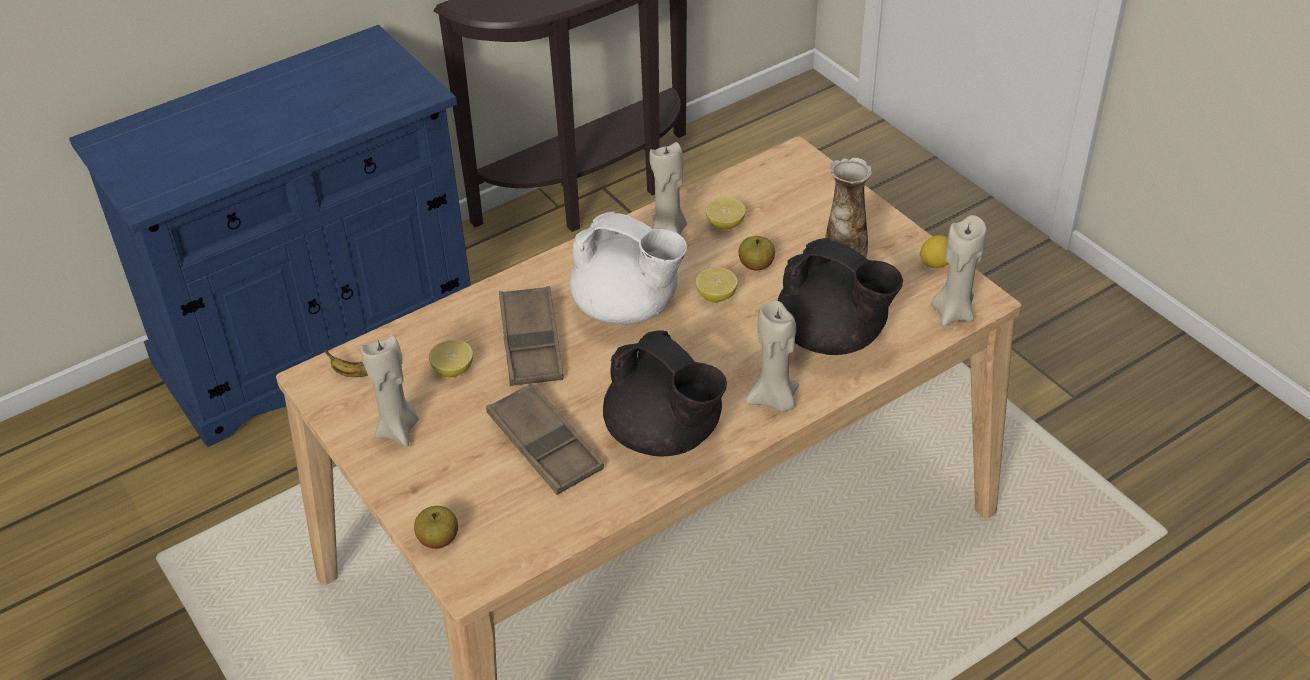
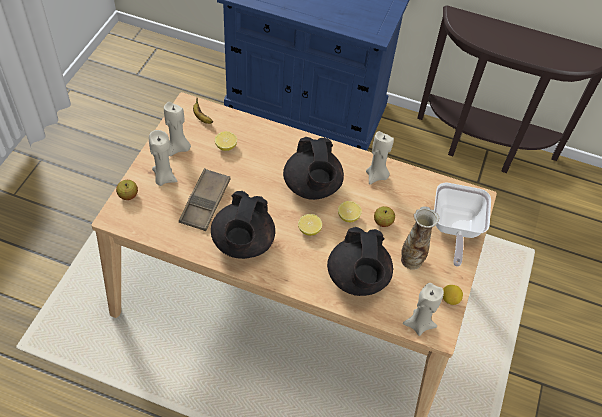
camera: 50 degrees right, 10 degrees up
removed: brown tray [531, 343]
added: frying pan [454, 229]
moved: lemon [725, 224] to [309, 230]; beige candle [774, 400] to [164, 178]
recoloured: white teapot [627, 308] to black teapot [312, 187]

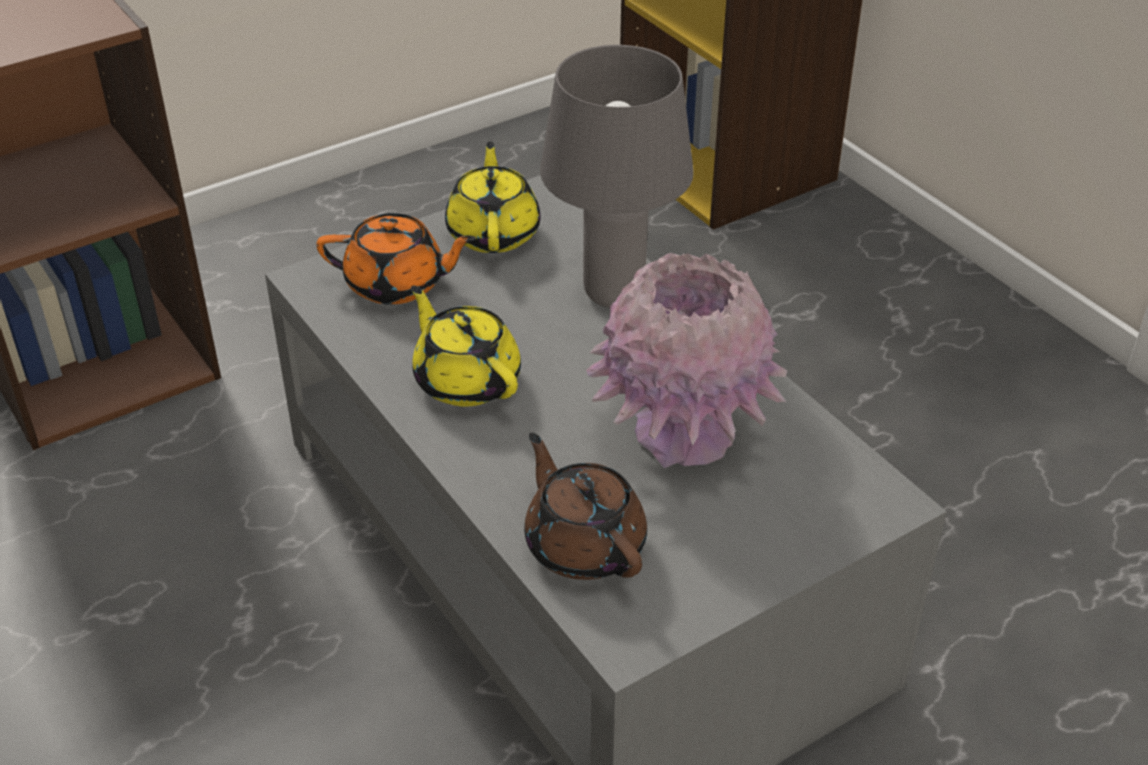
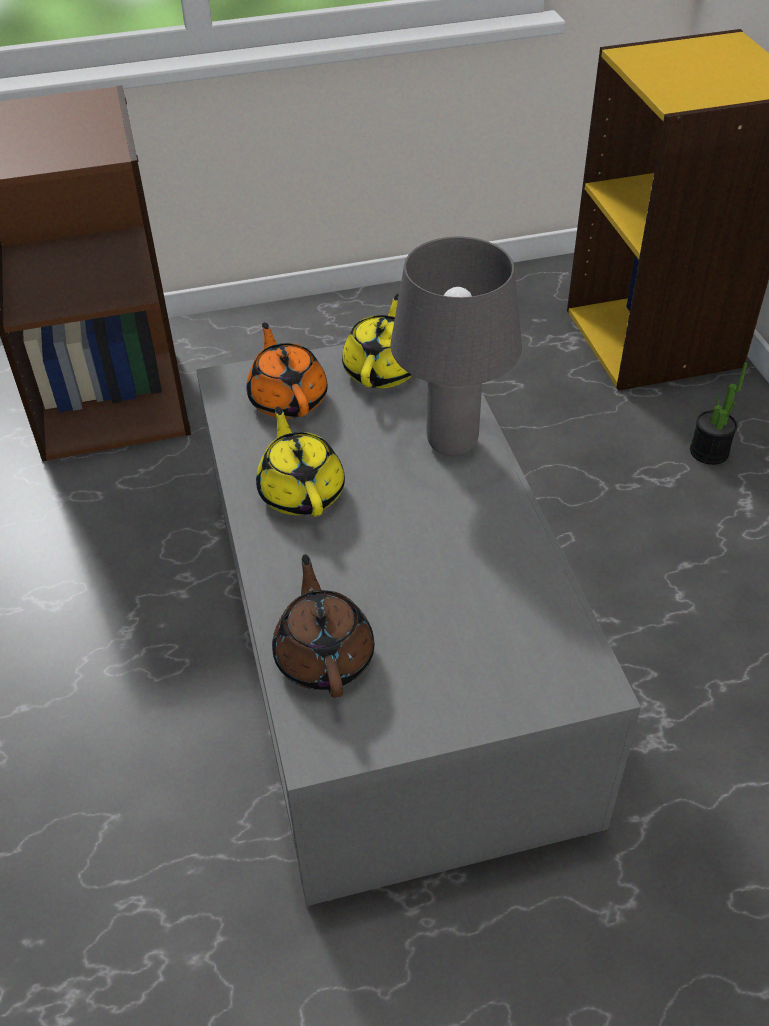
camera: 20 degrees right, 5 degrees up
removed: pink vase [683, 434]
added: potted plant [709, 452]
turned: orange teapot [397, 284] = [288, 399] 135 degrees counterclockwise

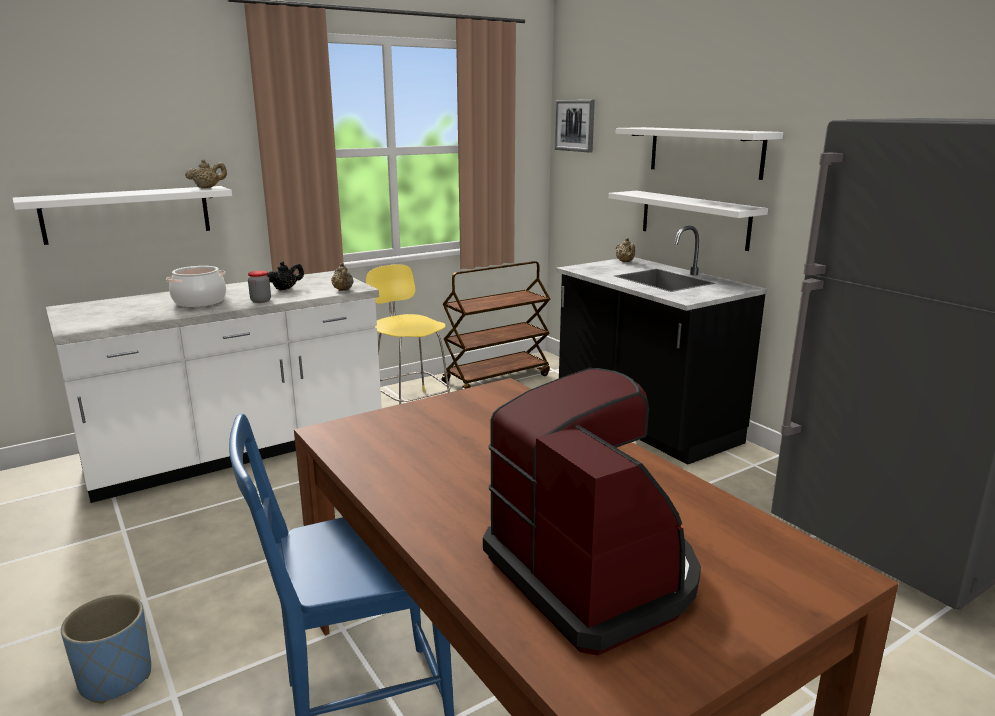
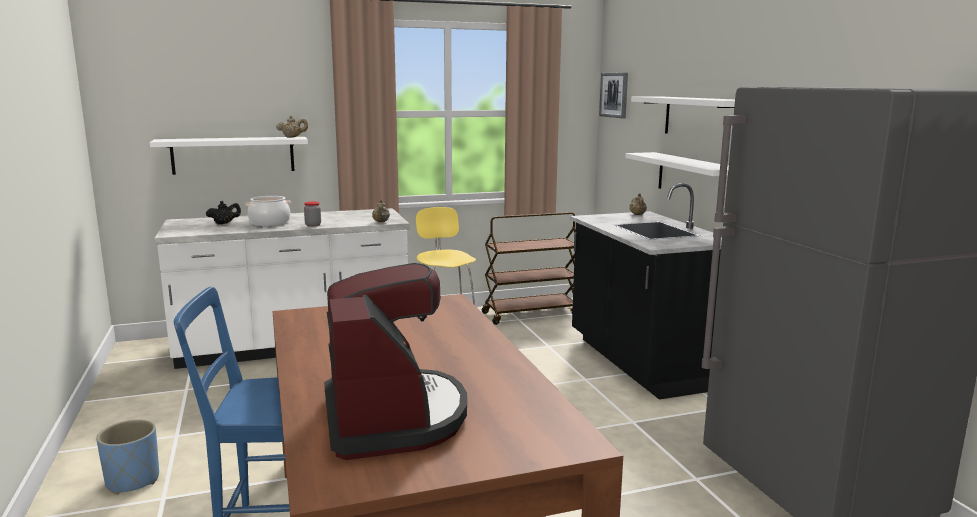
camera: 15 degrees right, 5 degrees down
moved: black teapot [285, 289] to [224, 223]

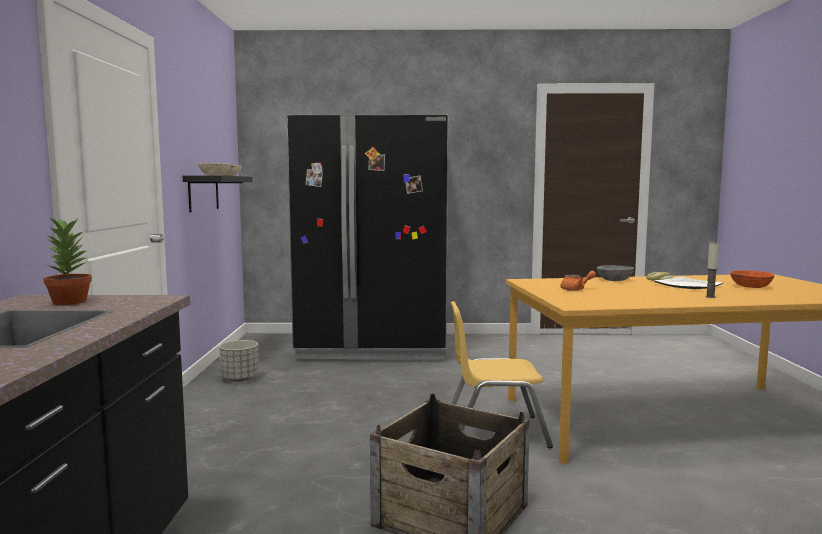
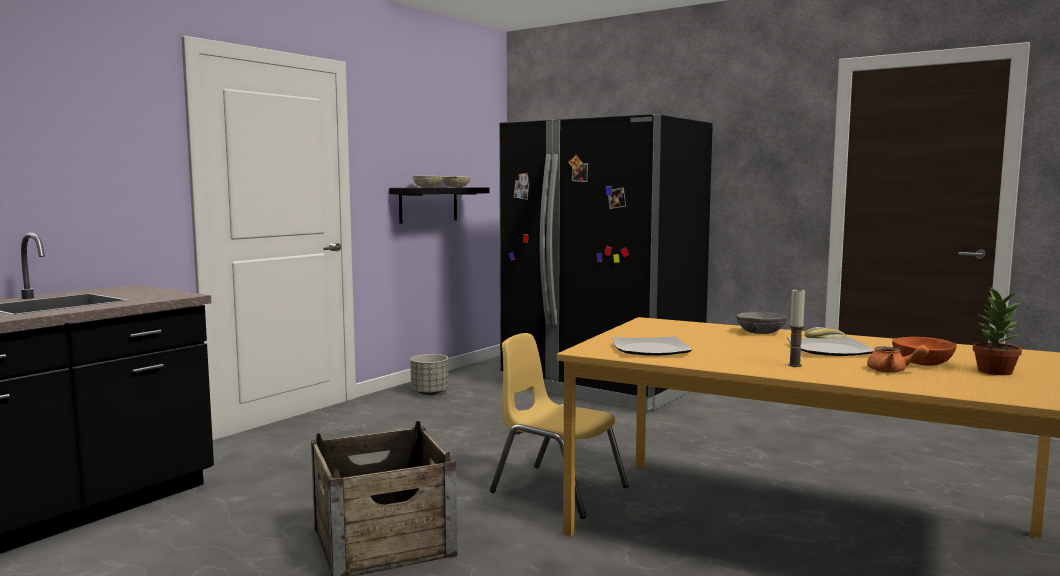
camera: 35 degrees right, 0 degrees up
added: plate [651, 349]
moved: potted plant [69, 302] to [994, 371]; orange teapot [576, 289] to [893, 371]

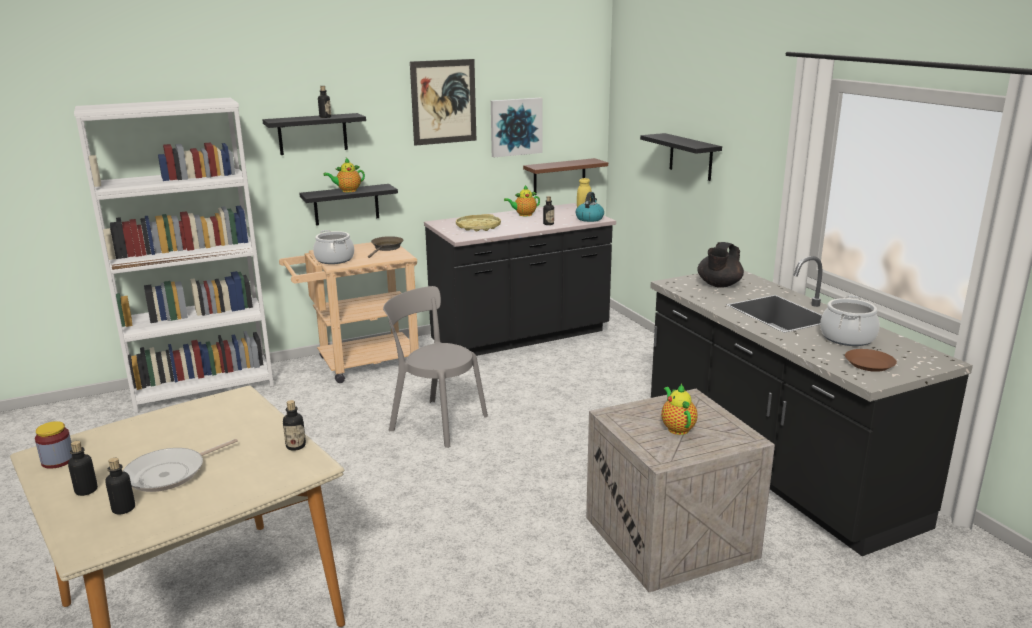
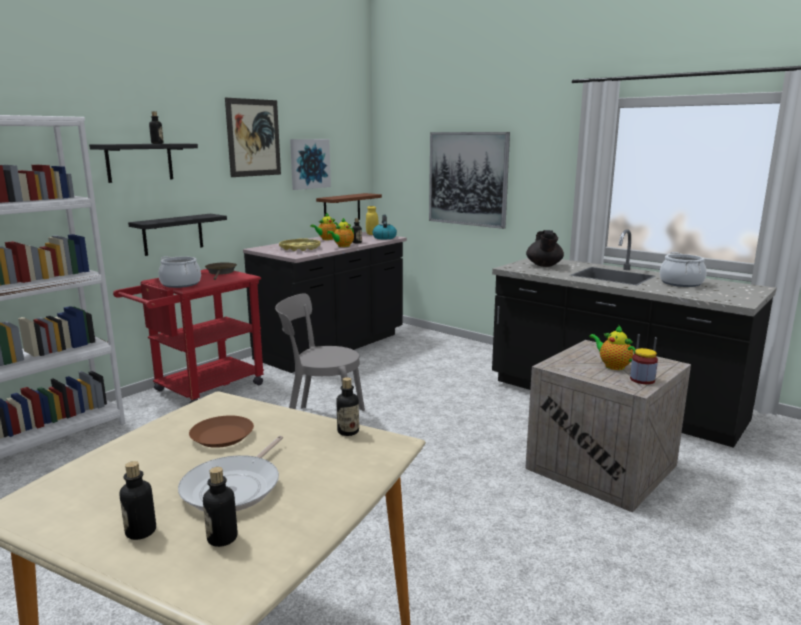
camera: 25 degrees left, 5 degrees down
moved: jar [58, 460] to [642, 380]; teapot [347, 191] to [342, 246]; brown plate [869, 364] to [222, 437]
replaced: black shelf [691, 157] to picture [468, 179]
recoloured: beige cart [359, 364] to red cart [201, 390]

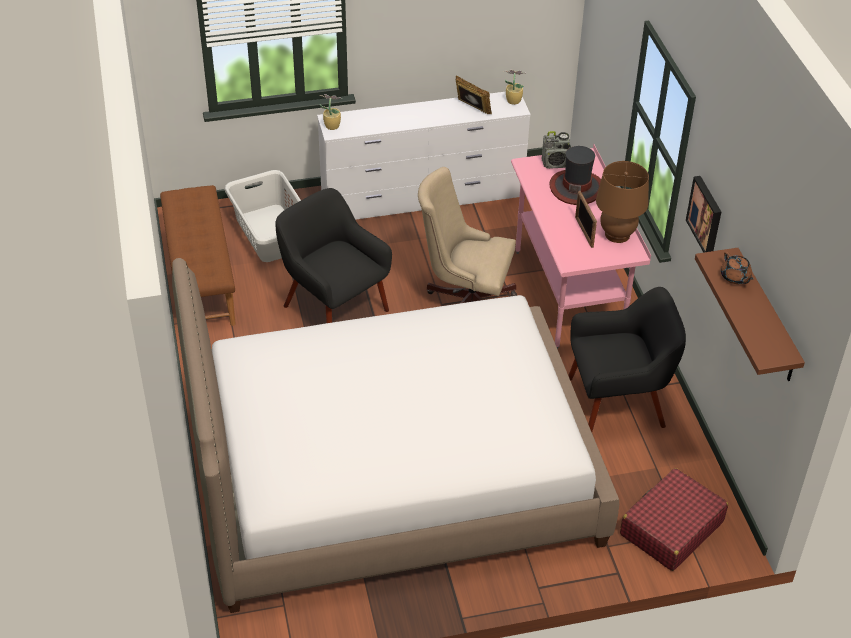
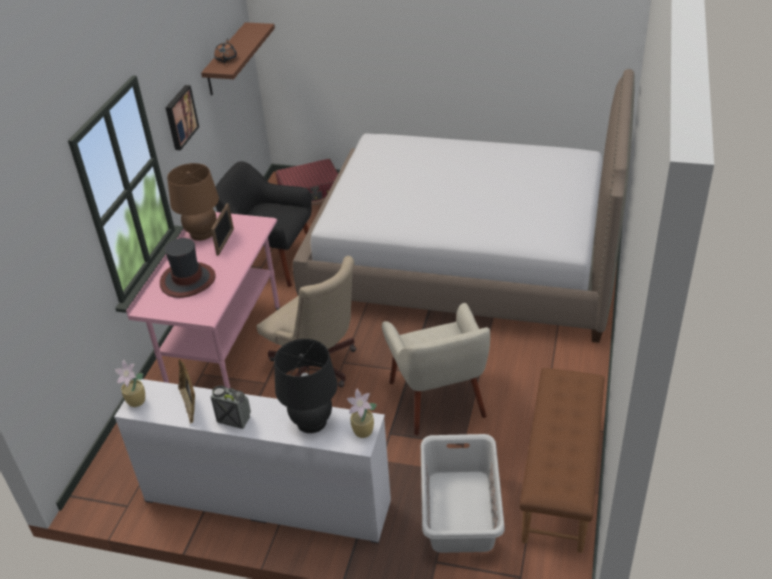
camera: 150 degrees left, 5 degrees down
added: black table lamp [311, 422]
moved: radio [555, 163] to [234, 419]
recoloured: black armchair [334, 308] to beige armchair [438, 399]

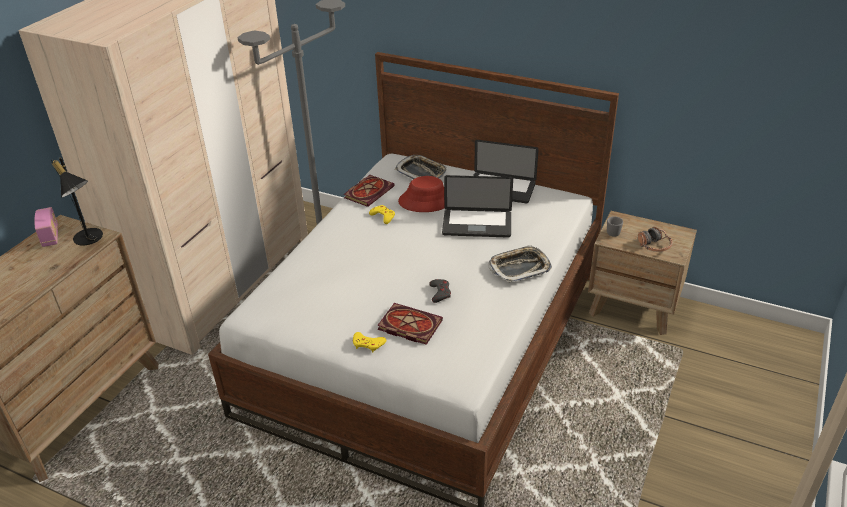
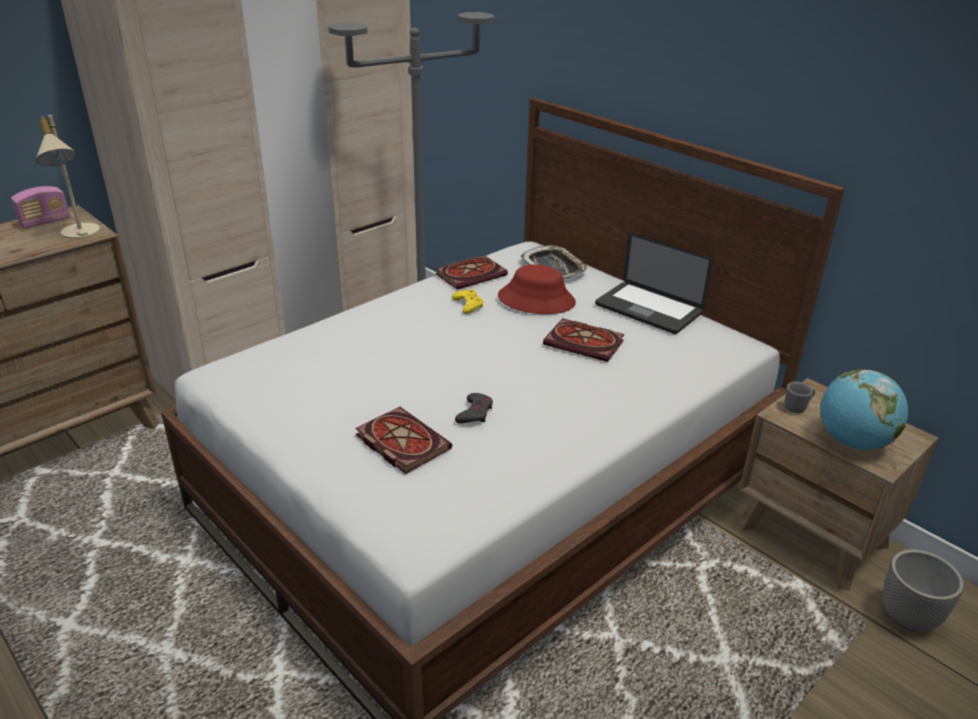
camera: 20 degrees right, 5 degrees down
removed: yellow game controller [368, 344]; tray [519, 267]
added: planter [908, 618]
replaced: laptop [477, 224] to book [586, 343]; headphones [654, 246] to globe [853, 442]
recoloured: black table lamp [90, 239] to beige table lamp [79, 234]
turned: radio [51, 236] = [45, 222] 45 degrees clockwise

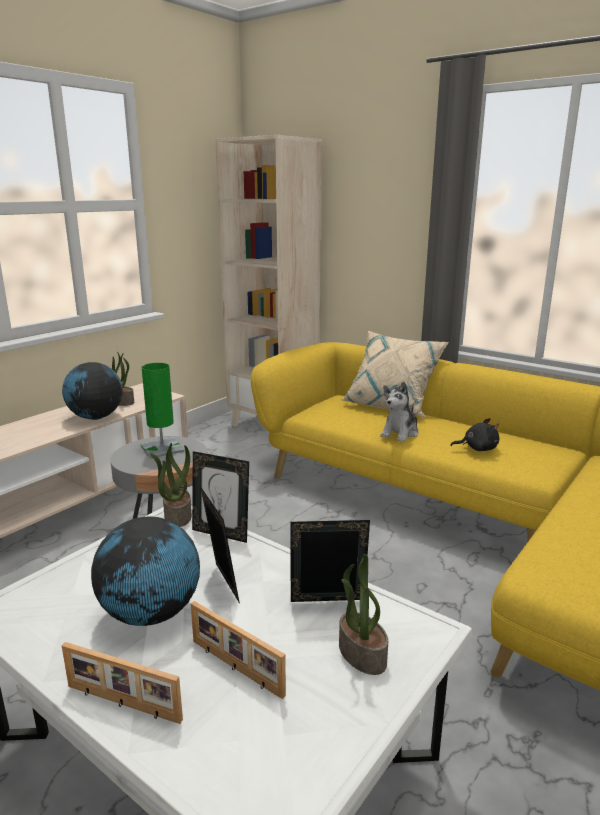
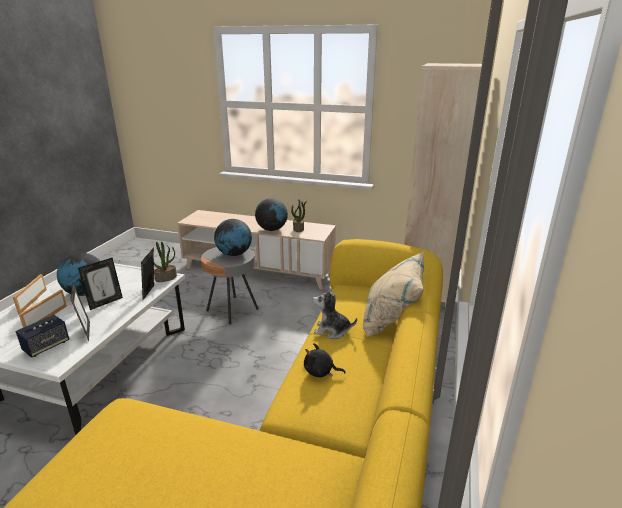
camera: 70 degrees right, 5 degrees up
replaced: green table lamp [162, 449] to globe [234, 254]; potted plant [361, 654] to speaker [46, 346]
turned: black plush toy [477, 448] = [320, 372] 120 degrees clockwise

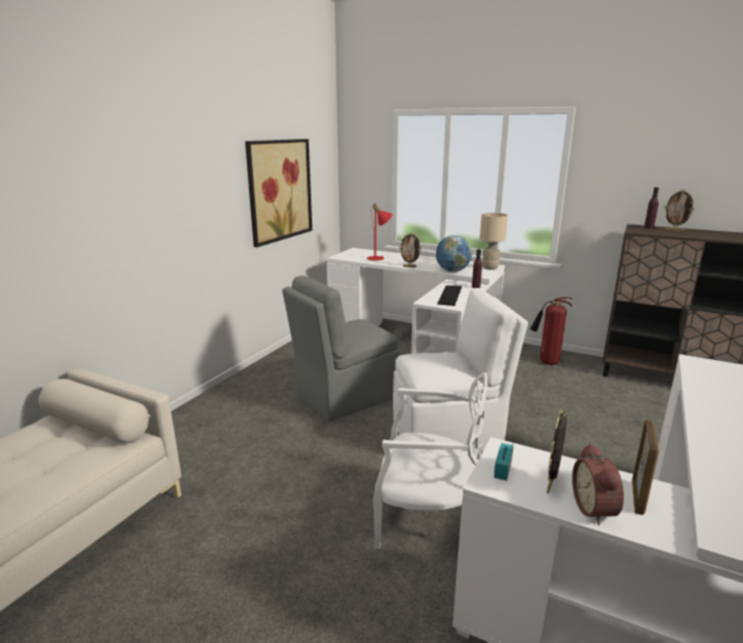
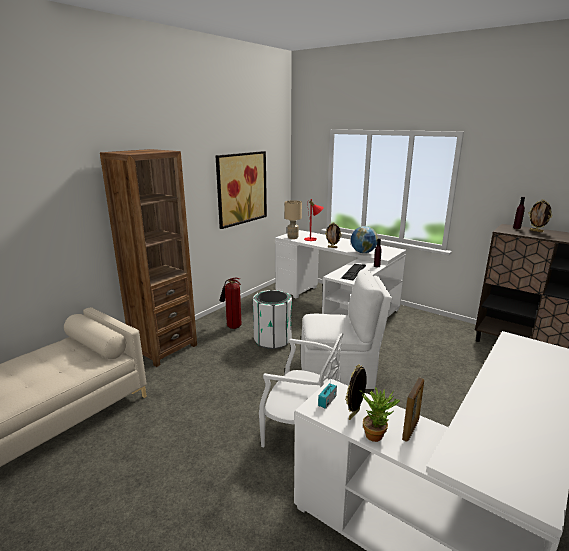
camera: 10 degrees right, 0 degrees up
added: brown bookcase [164, 348]
moved: beige table lamp [490, 268] to [293, 238]; fire extinguisher [546, 362] to [232, 326]
replaced: grey chair [344, 397] to white trash can [272, 340]; alarm clock [596, 509] to potted plant [376, 434]

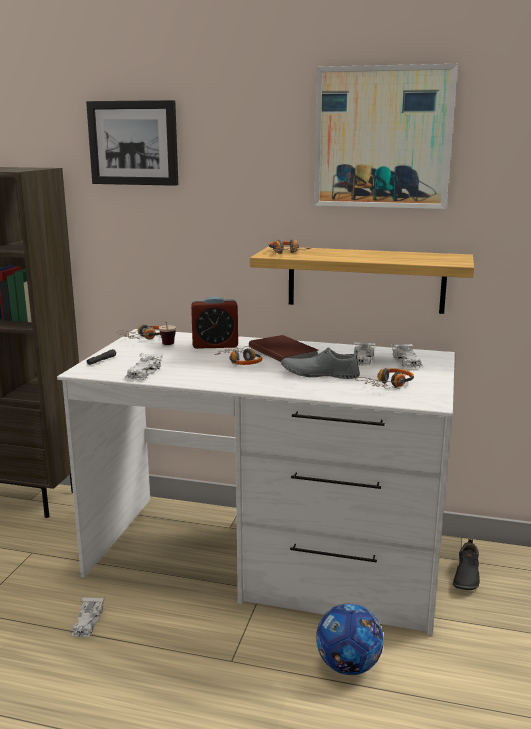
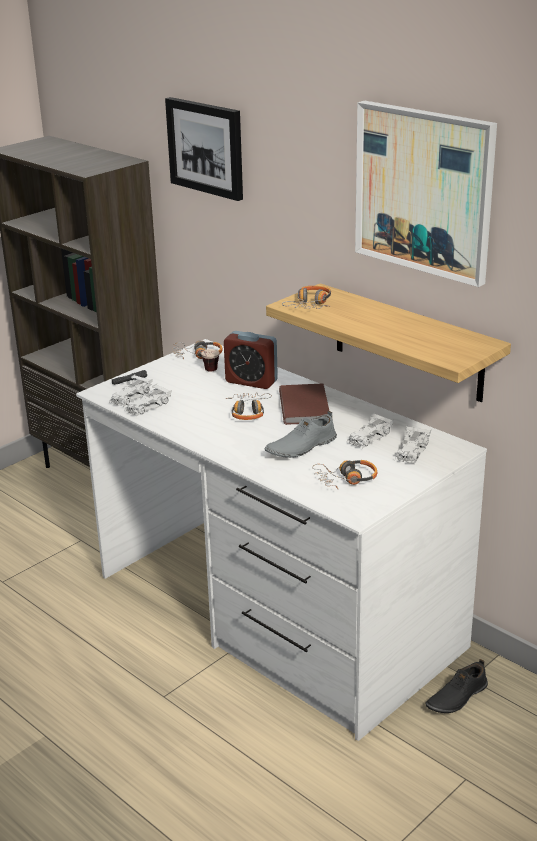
camera: 30 degrees right, 10 degrees up
removed: football [348, 666]
moved: white toy car [87, 622] to [130, 397]
turned: grey shoe [319, 374] = [301, 447] 75 degrees counterclockwise

